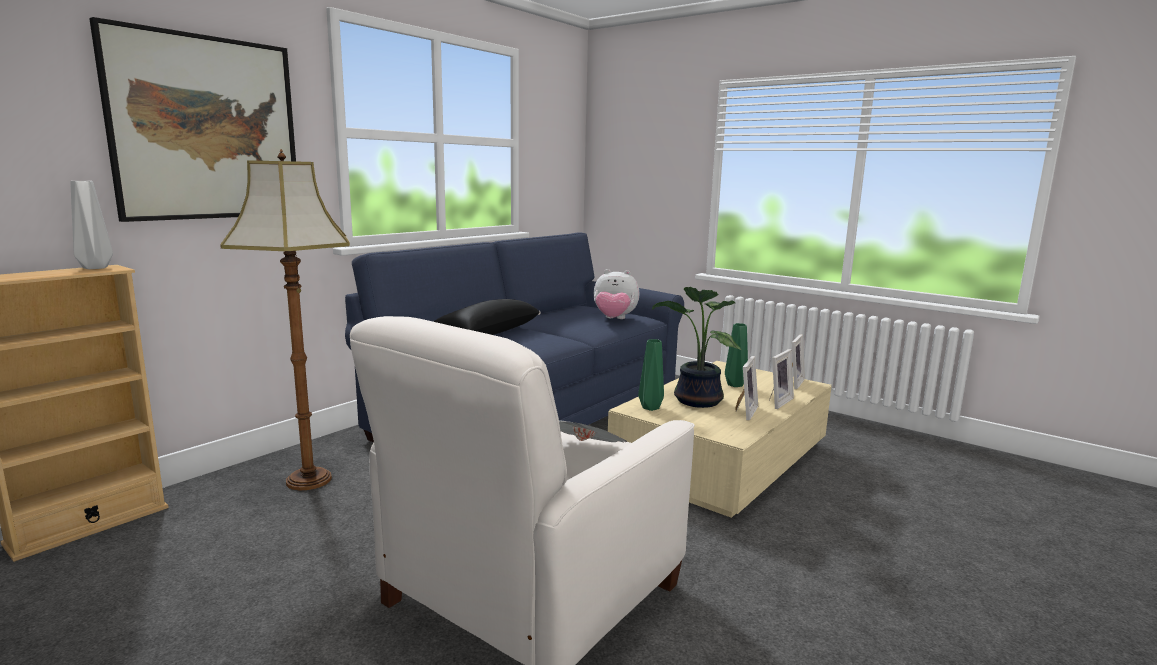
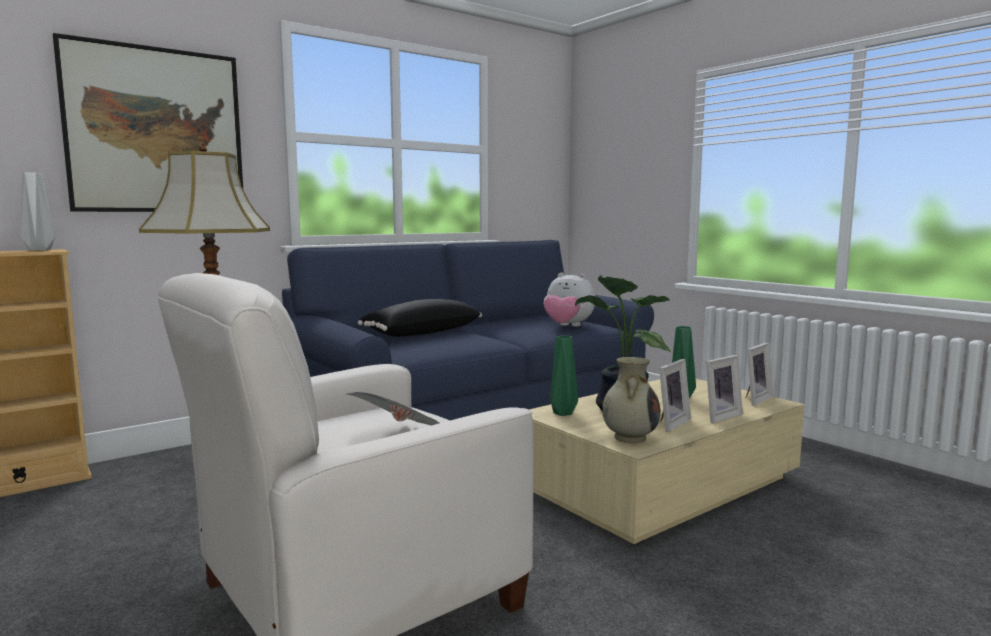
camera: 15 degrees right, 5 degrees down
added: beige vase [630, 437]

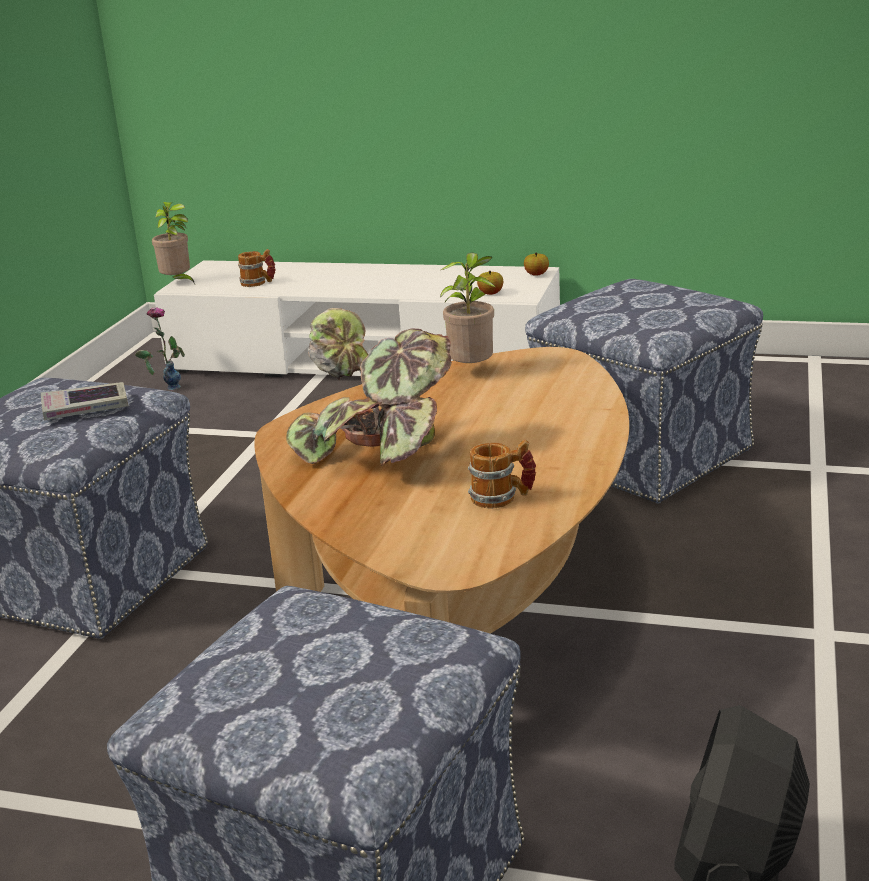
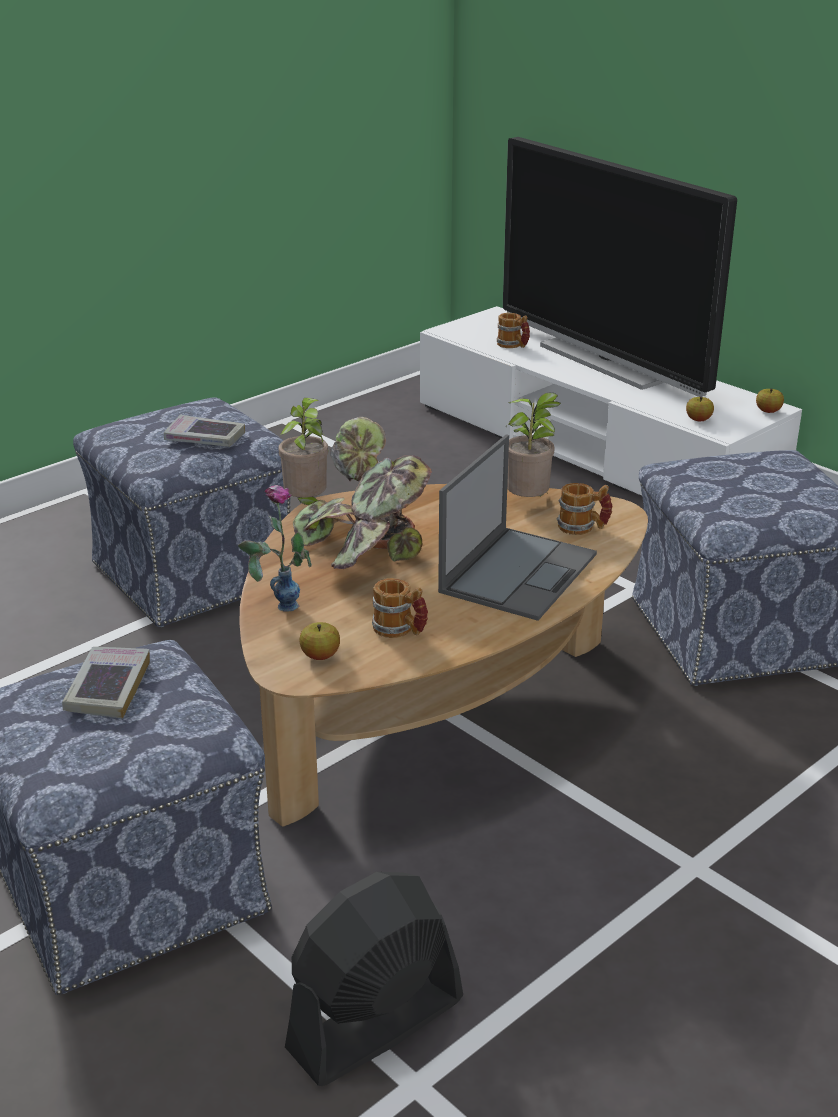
camera: 30 degrees right, 5 degrees up
added: book [108, 688]; apple [320, 656]; laptop [519, 572]; television [606, 362]; mug [583, 528]
moved: vase [164, 388] to [277, 602]; potted plant [178, 283] to [307, 506]

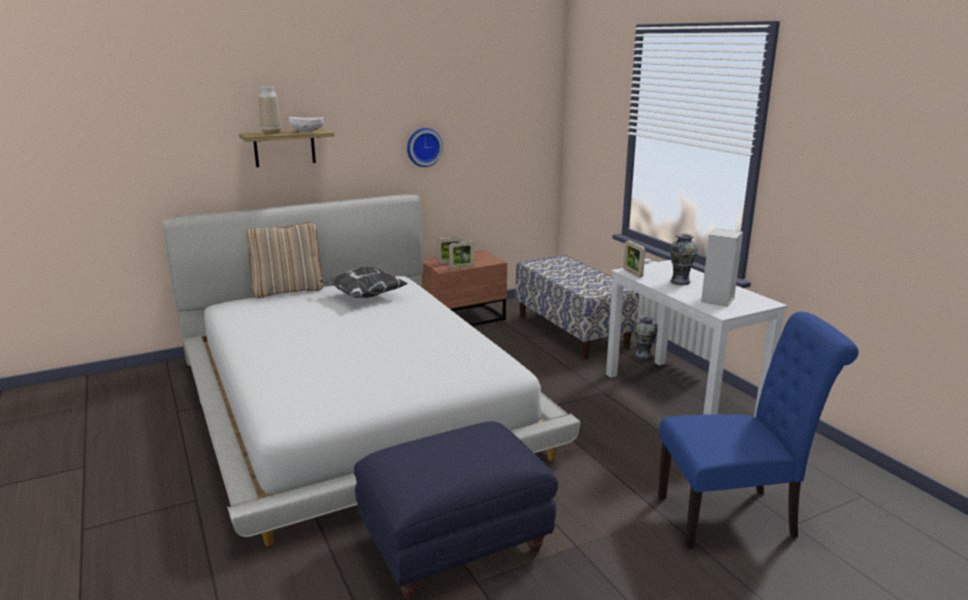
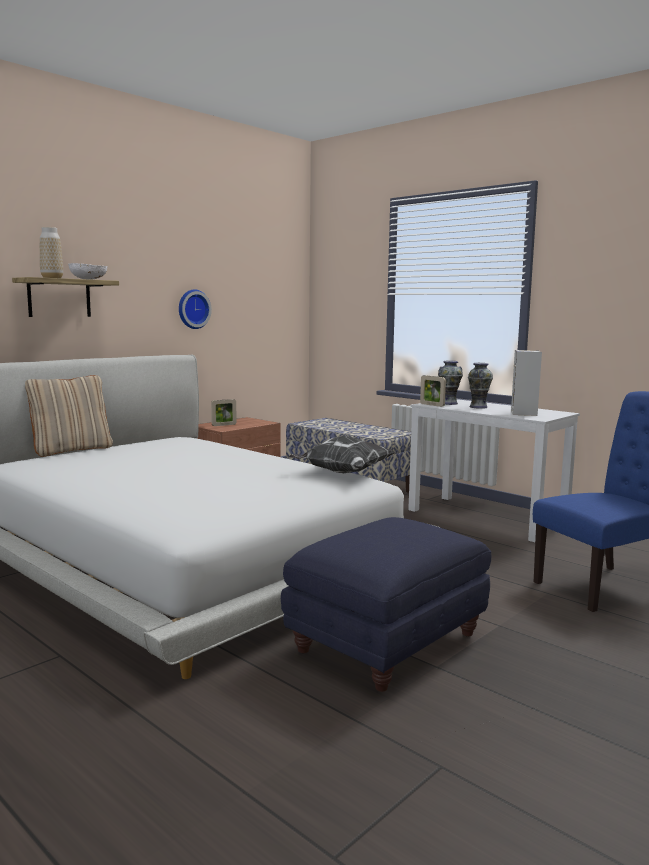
camera: 20 degrees left, 10 degrees down
removed: picture frame [461, 267]
moved: pillow [364, 296] to [342, 473]; vase [643, 355] to [448, 403]

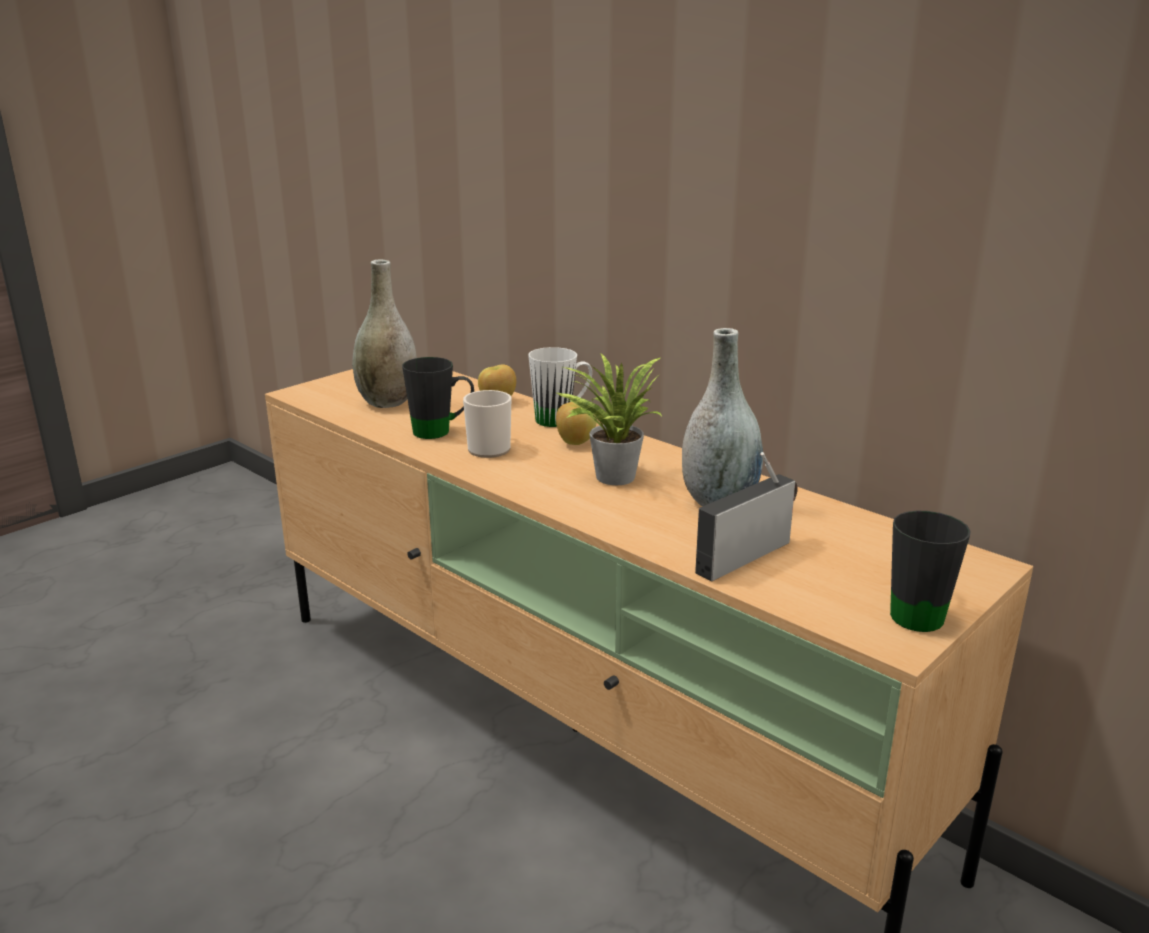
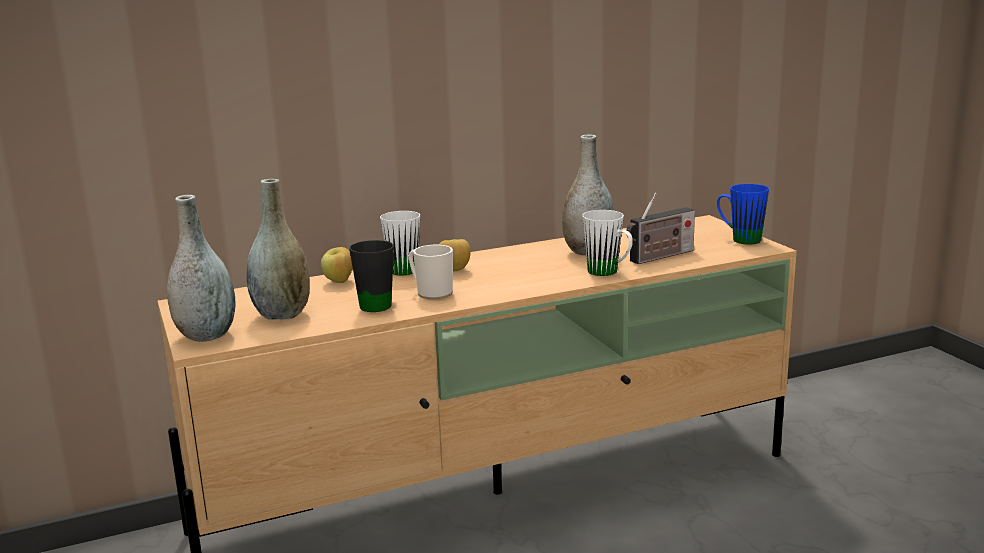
camera: 65 degrees left, 5 degrees down
removed: potted plant [611, 475]
added: grey vase [206, 335]; white mug [608, 273]
recoloured: black mug [915, 610] to blue mug [739, 239]
turned: radio [746, 555] = [659, 257] 105 degrees counterclockwise

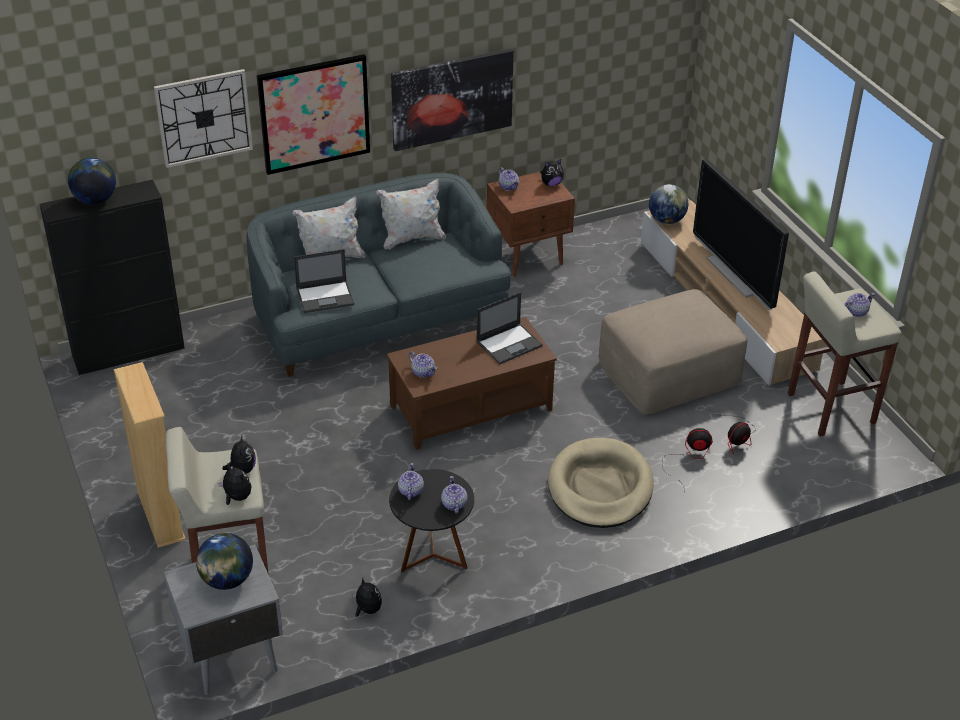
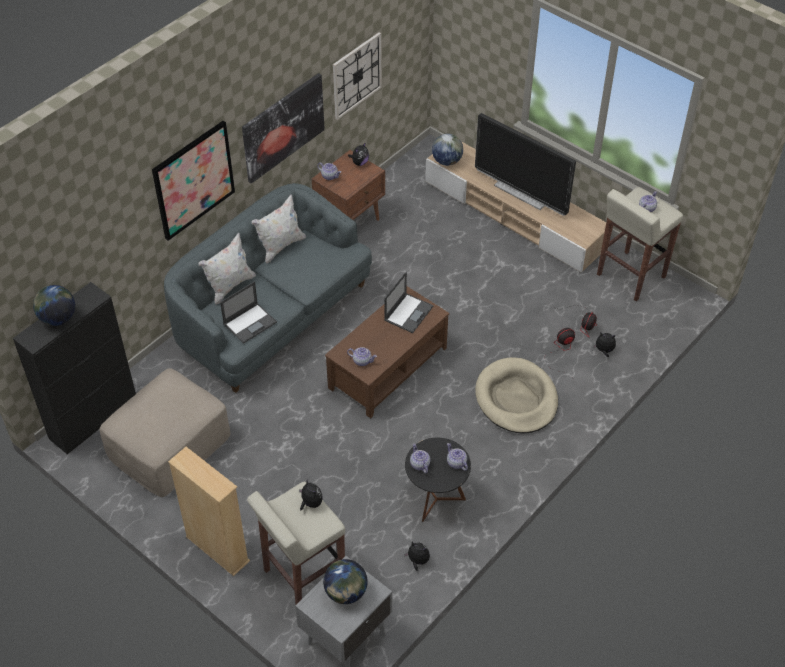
camera: 25 degrees left, 10 degrees up
moved: wall clock [204, 118] to [356, 75]; plush toy [236, 498] to [604, 351]; beige ottoman [669, 371] to [169, 445]

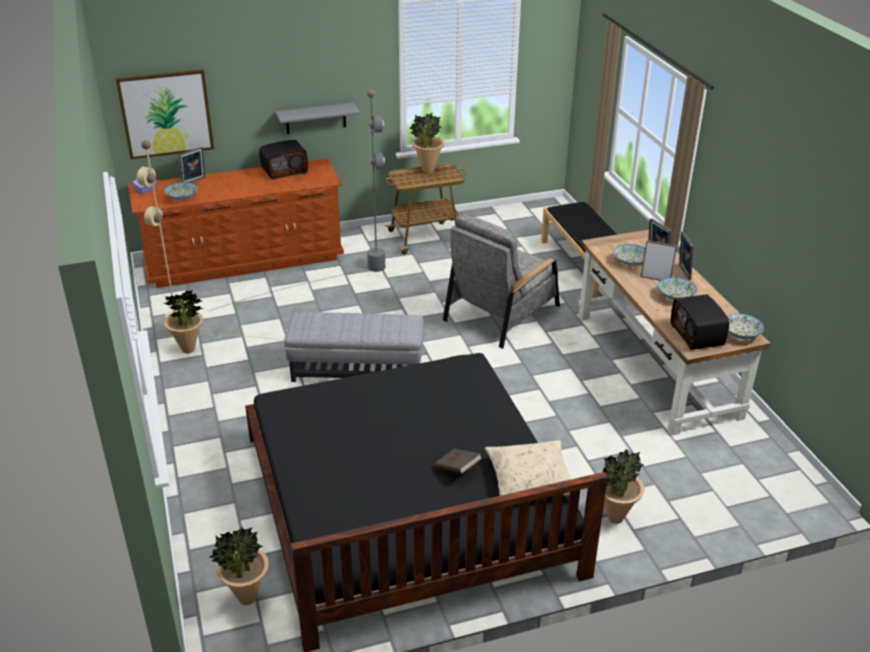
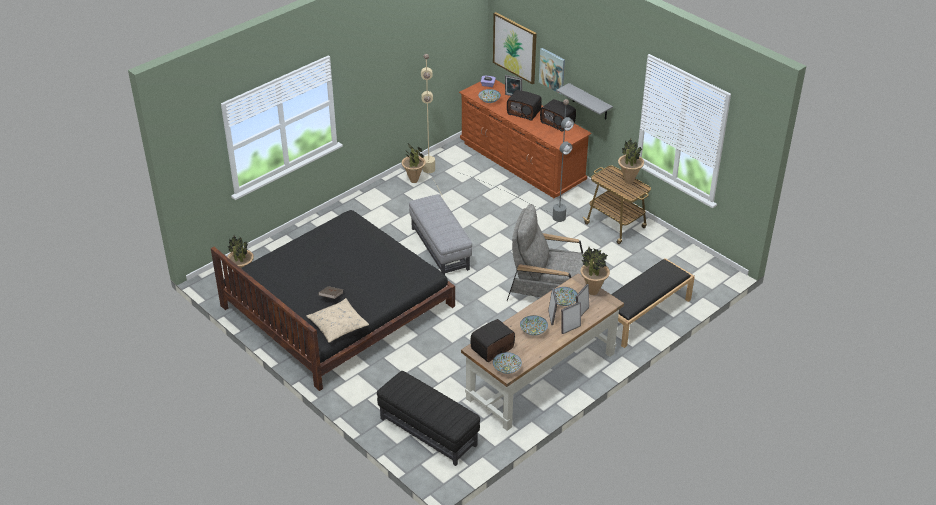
camera: 65 degrees right, 5 degrees up
added: black ottoman [428, 432]; radio [524, 112]; picture [552, 70]
moved: potted plant [615, 518] to [593, 292]

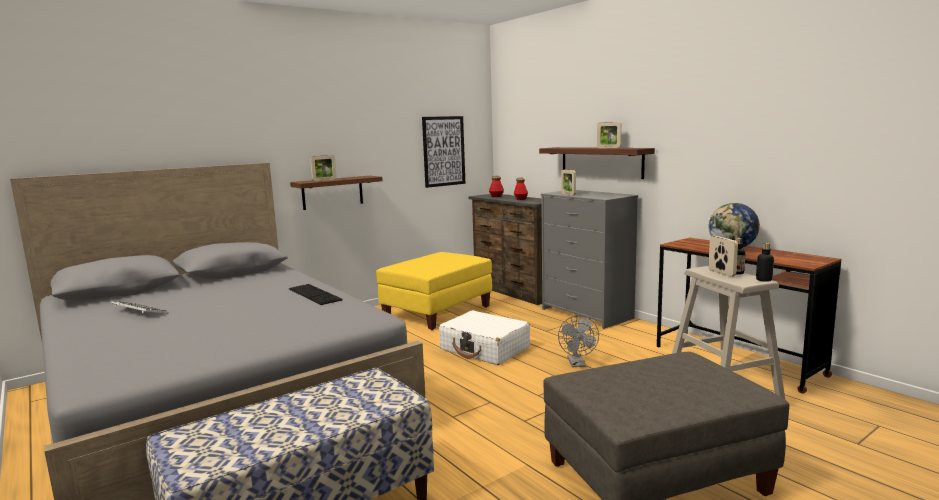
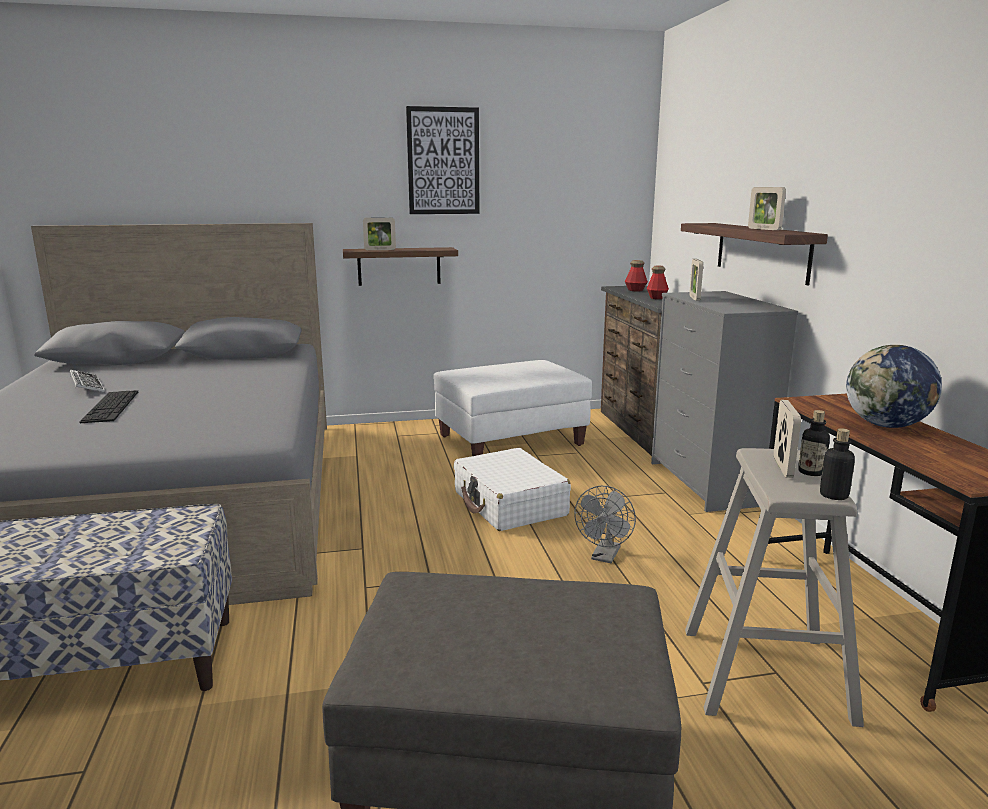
camera: 25 degrees right, 5 degrees up
moved: keyboard [314, 294] to [111, 406]; picture [443, 151] to [443, 161]
recoloured: yellow ottoman [437, 312] to white ottoman [511, 441]

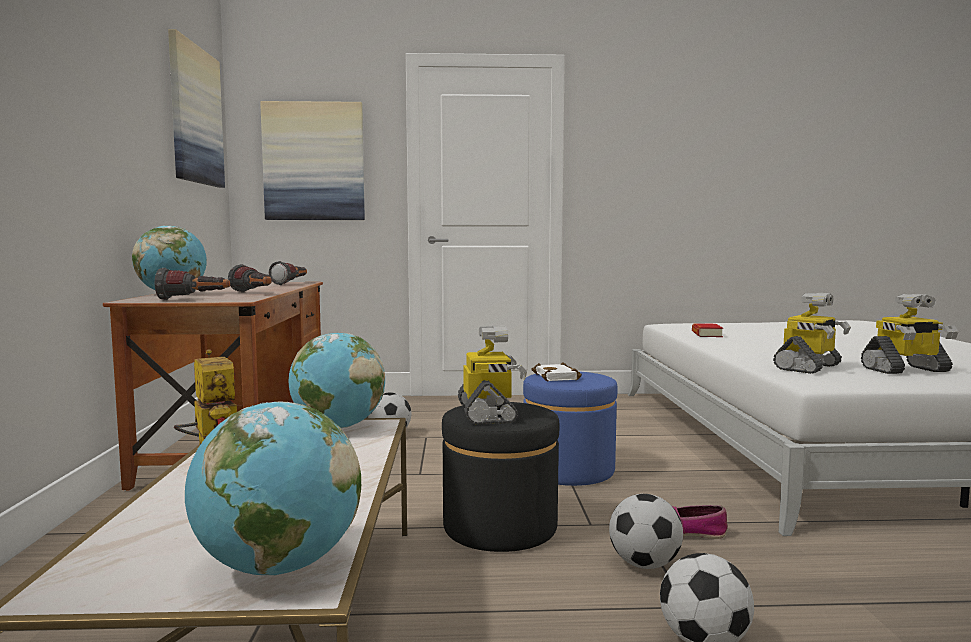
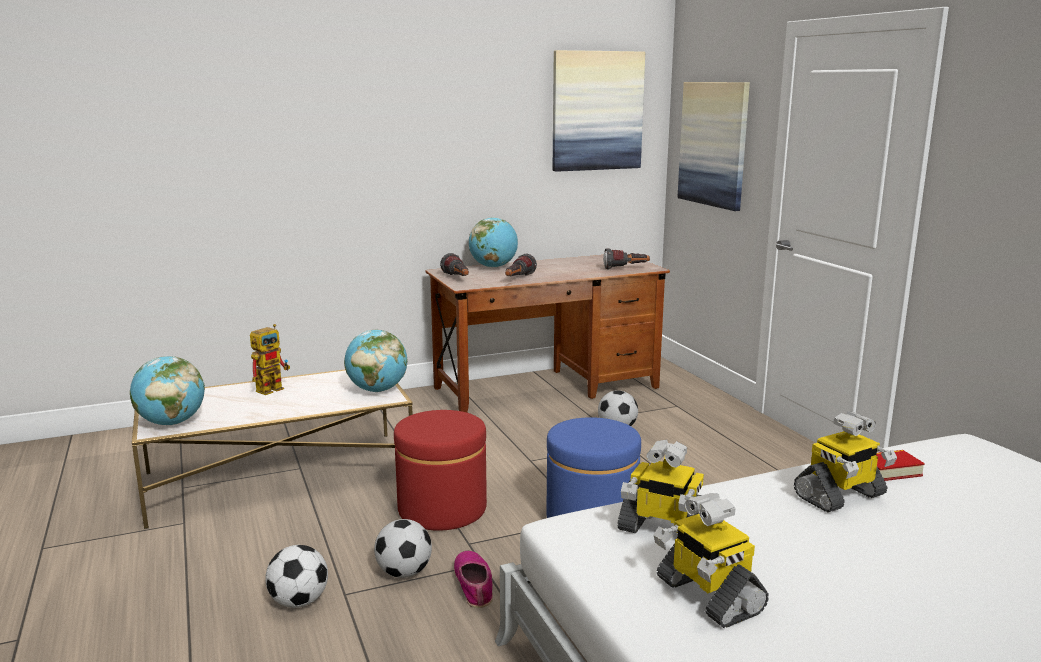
camera: 70 degrees right, 10 degrees up
removed: white book [558, 377]
moved: toy robot [488, 414] to [840, 496]
recoloured: black ottoman [500, 527] to red ottoman [442, 509]

